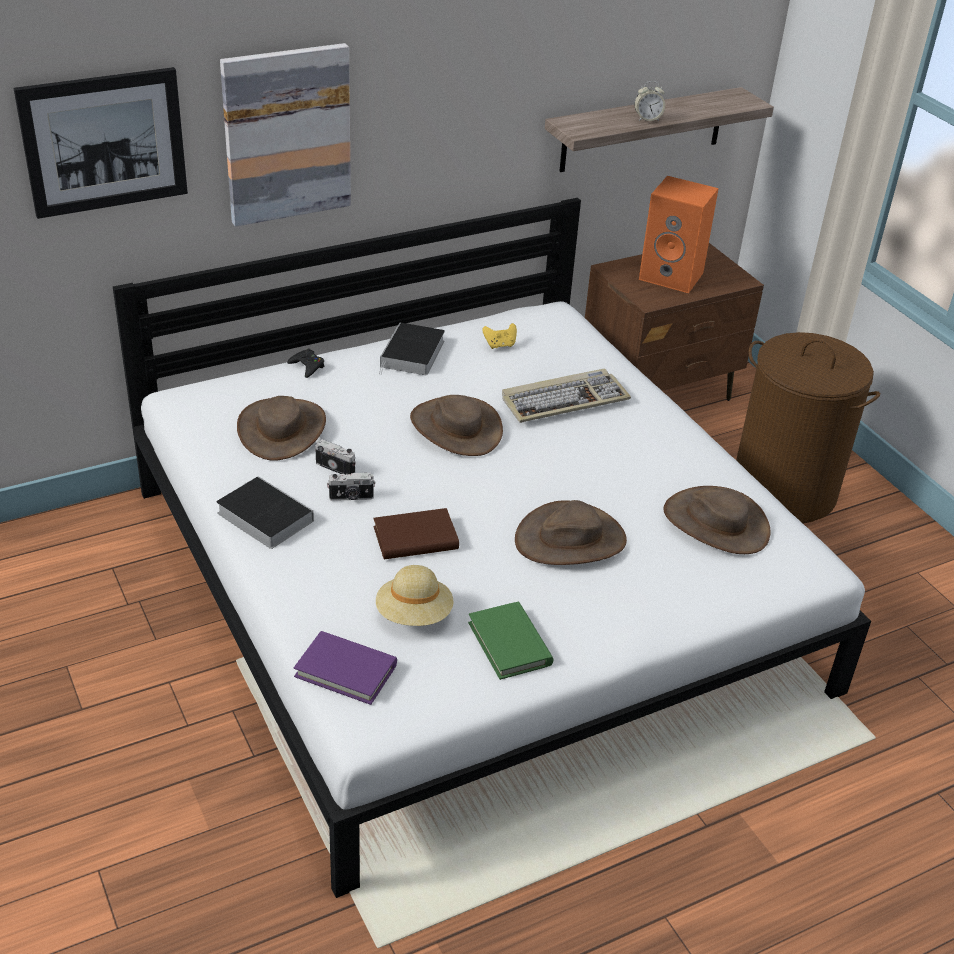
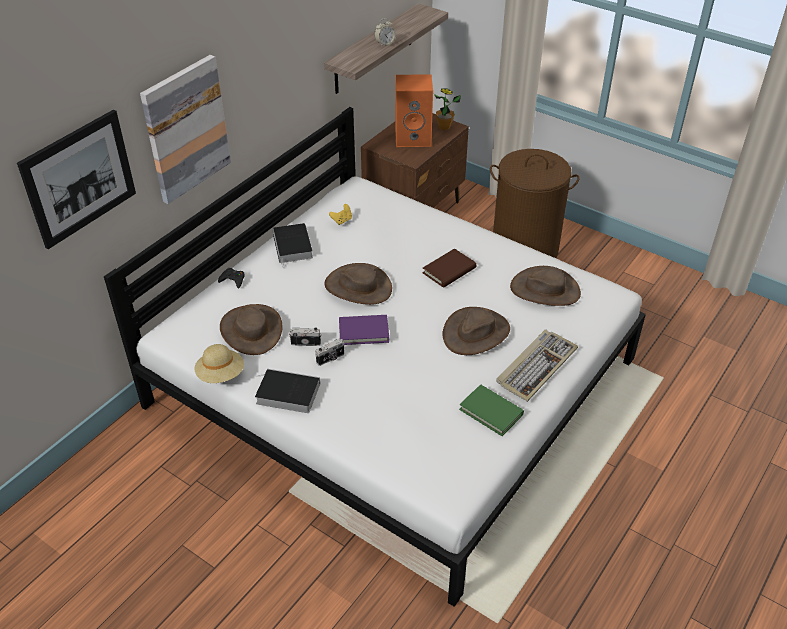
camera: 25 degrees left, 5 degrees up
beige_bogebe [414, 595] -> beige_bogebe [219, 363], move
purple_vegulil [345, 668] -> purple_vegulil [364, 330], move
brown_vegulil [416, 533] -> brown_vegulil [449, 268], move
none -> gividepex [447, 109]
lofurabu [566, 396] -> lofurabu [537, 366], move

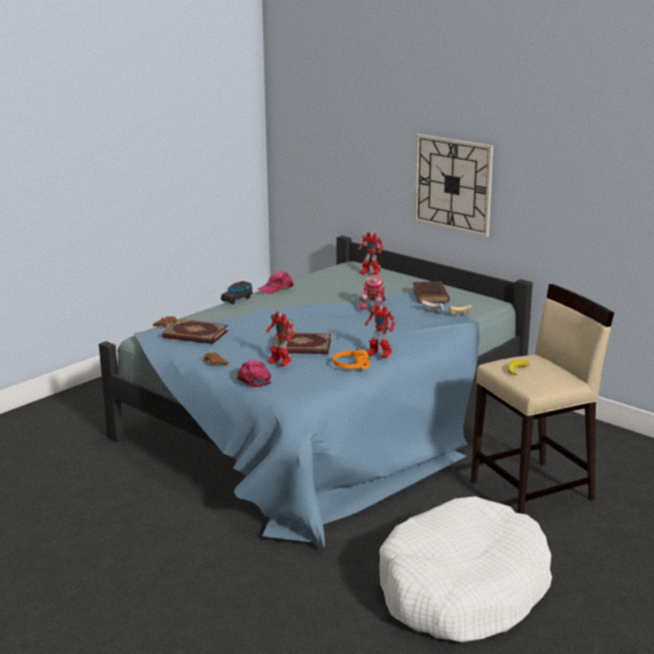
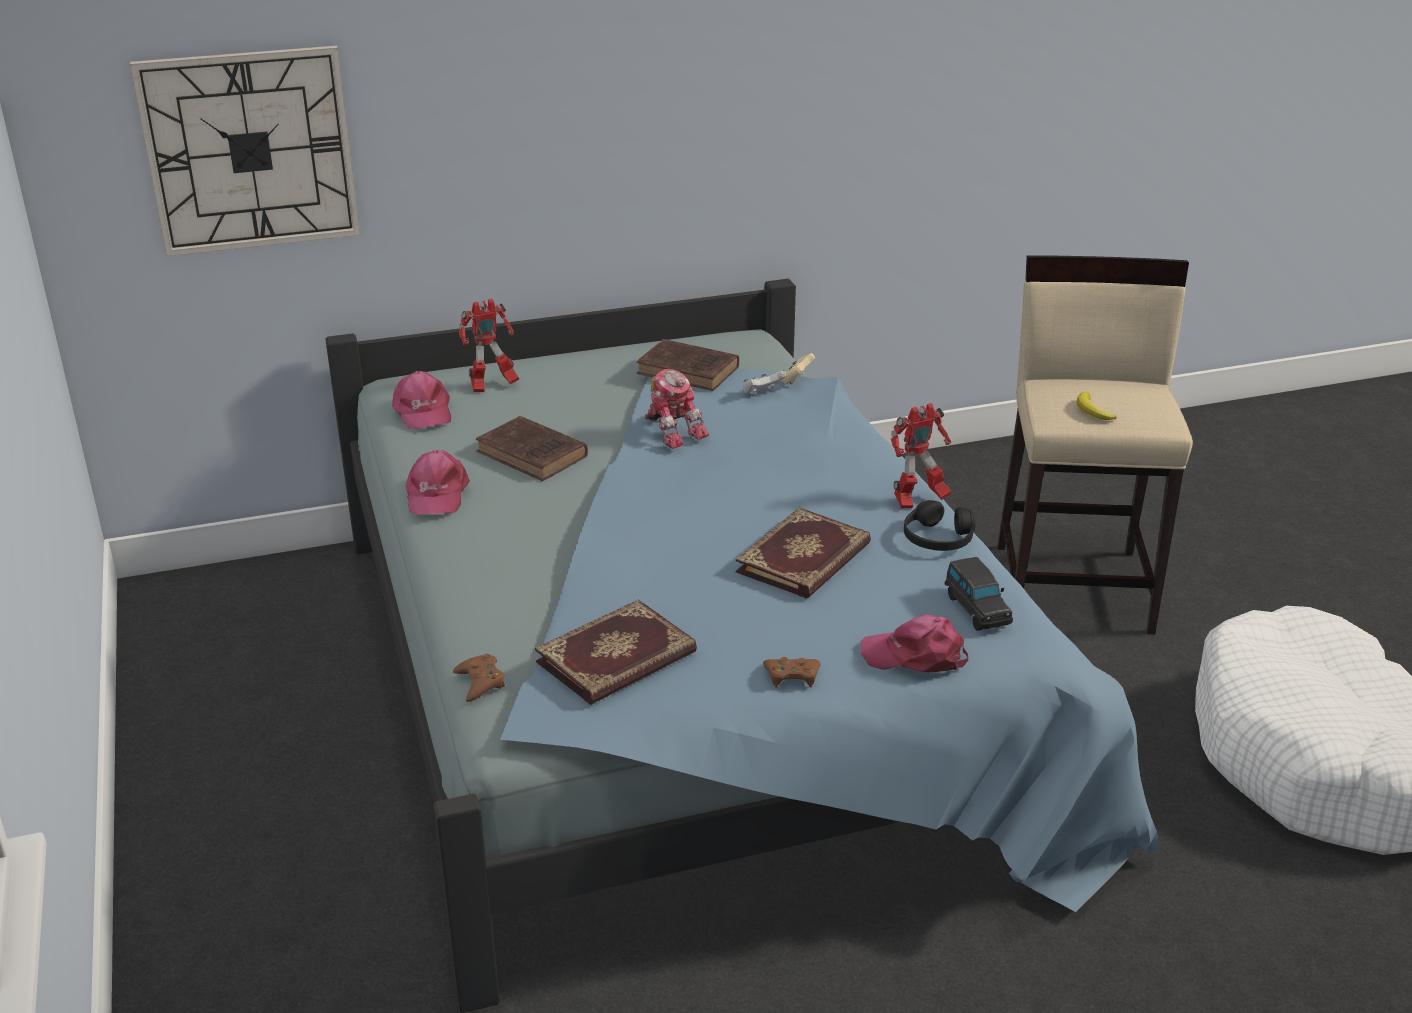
camera: 60 degrees left, 10 degrees up
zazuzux [453, 185] -> zazuzux [245, 151], move
none -> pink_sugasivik [421, 400]
none -> brown_vegulil [532, 448]
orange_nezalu [351, 359] -> black_nezalu [940, 525]
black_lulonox [237, 292] -> black_lulonox [979, 594], move
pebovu [280, 339] -> none

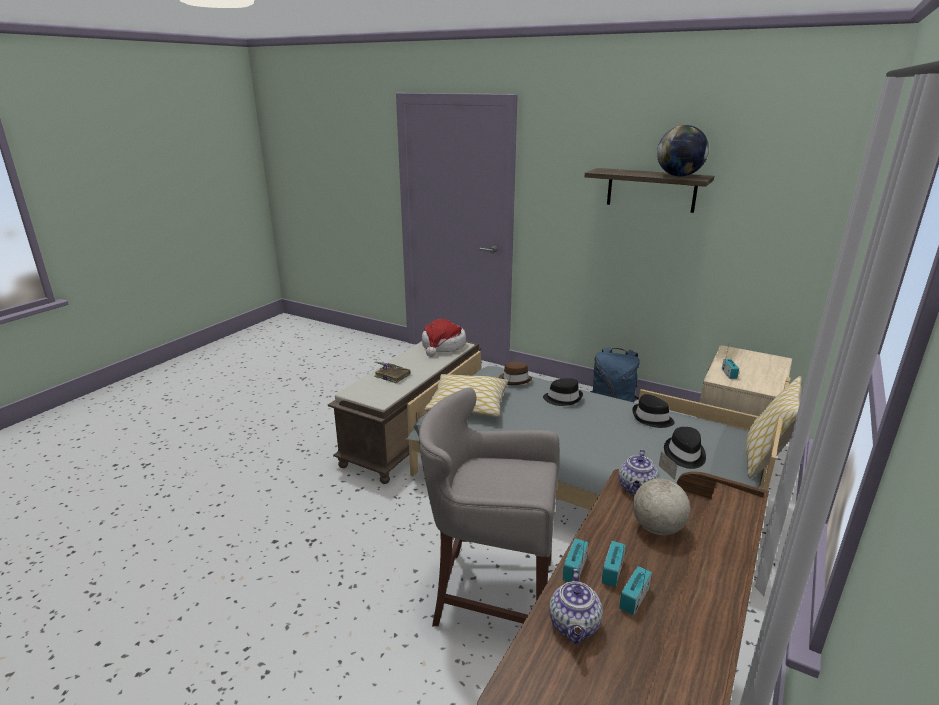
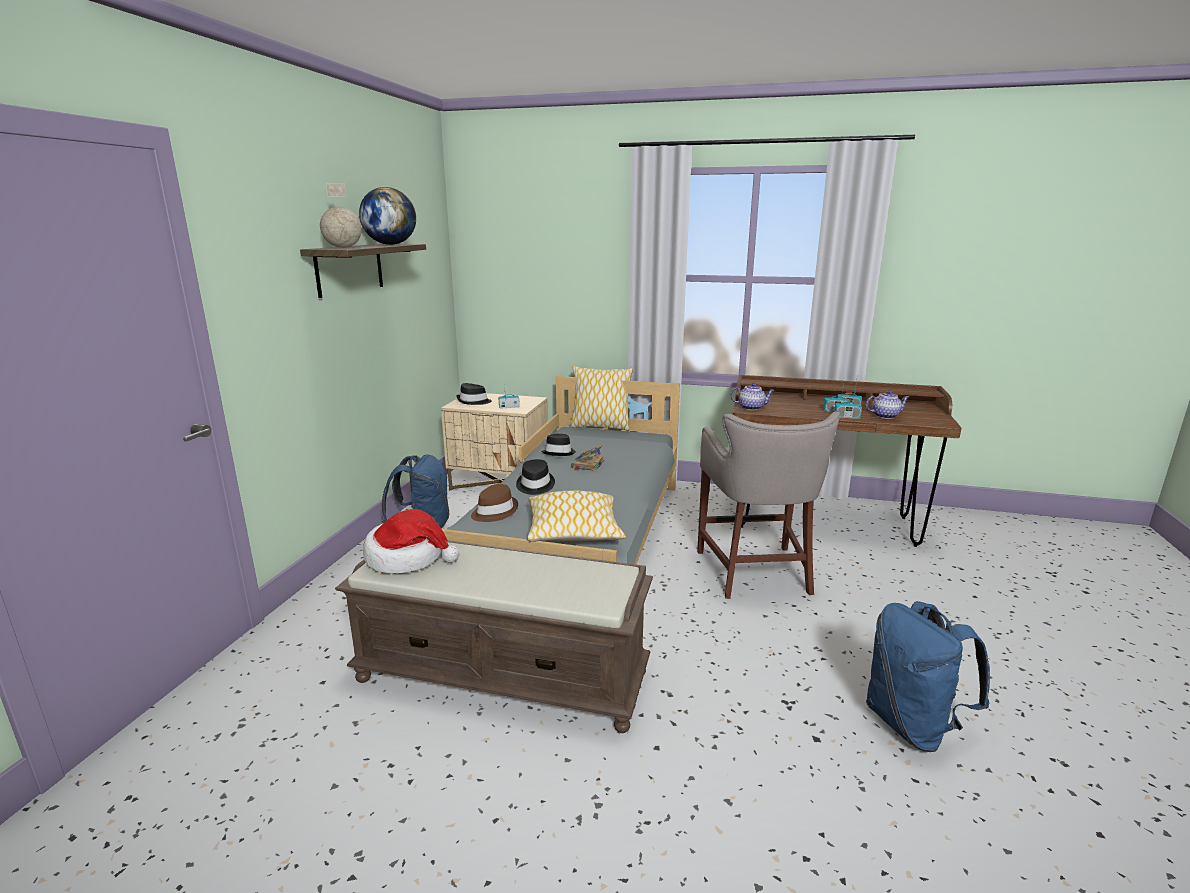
camera: 105 degrees left, 5 degrees down
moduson [661, 493] -> moduson [341, 215], move
black_bogebe [685, 448] -> black_bogebe [474, 394], move
vegulil [392, 372] -> vegulil [588, 458], move
none -> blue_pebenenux [928, 676]

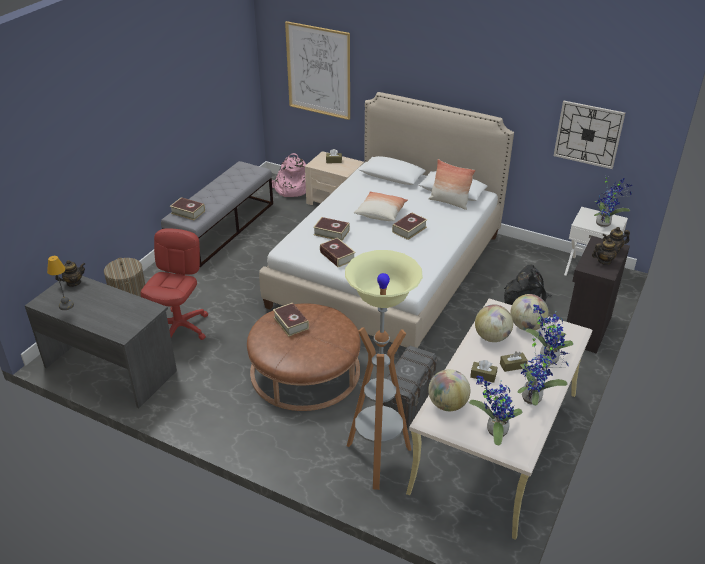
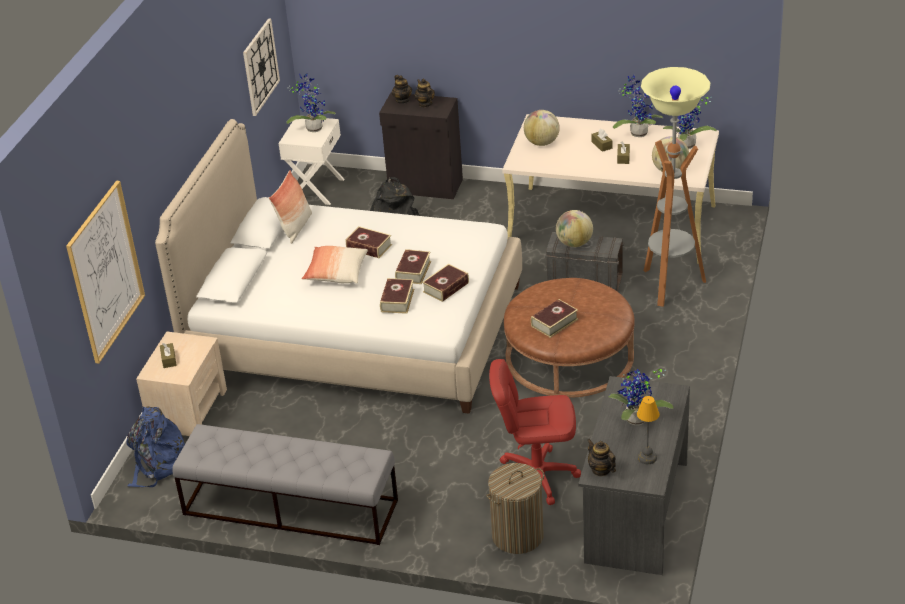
camera: 100 degrees left, 0 degrees up
pink_pebenenux [289, 175] -> blue_pebenenux [155, 447]
vegulil [187, 208] -> vegulil [413, 266], move
moduson [494, 323] -> moduson [574, 228], move
gividepex [549, 335] -> gividepex [640, 397], move

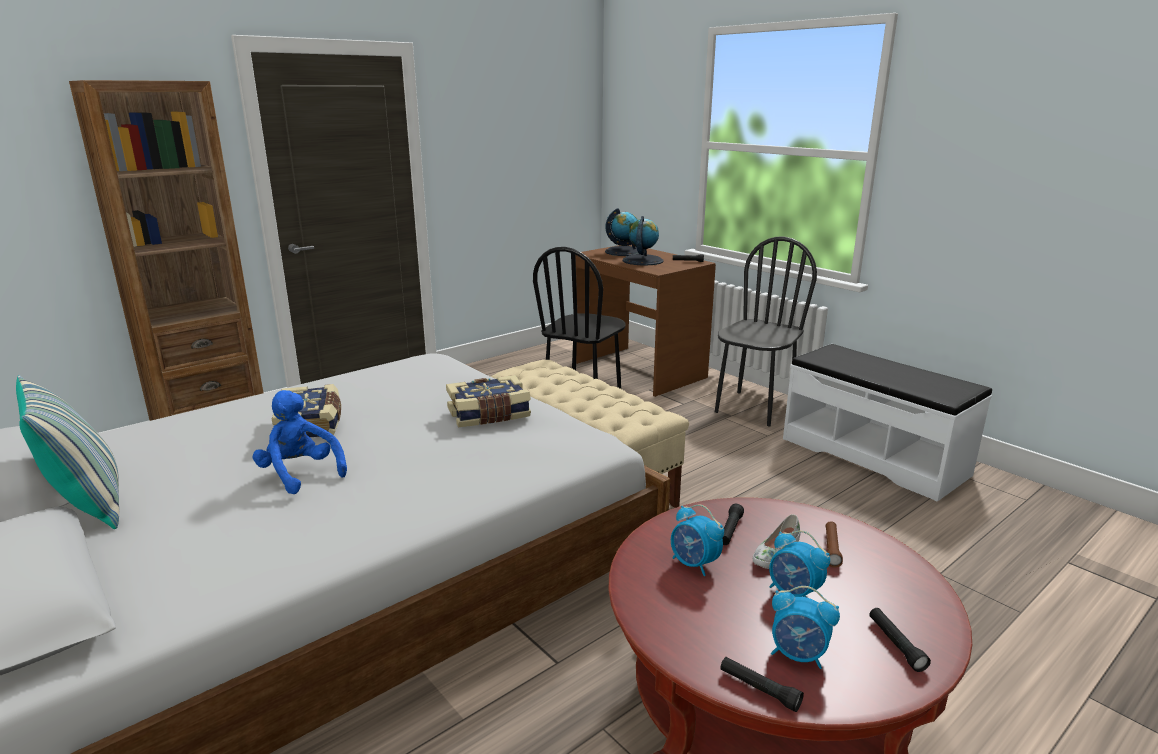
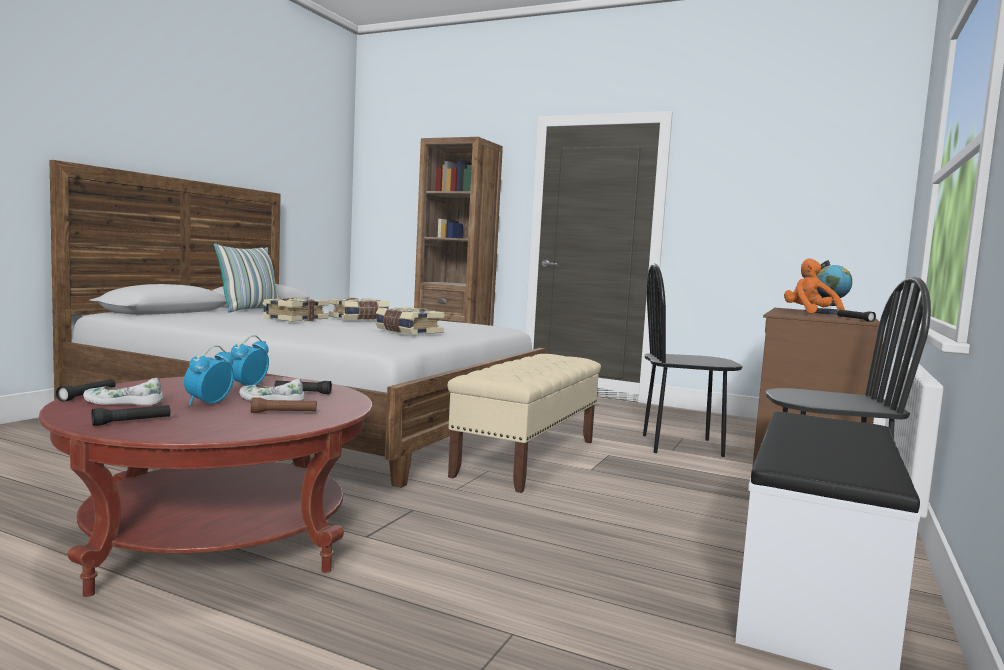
camera: 65 degrees right, 15 degrees down
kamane [805, 627] -> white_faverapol [123, 392]
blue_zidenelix [300, 442] -> vegulil [295, 309]
moduson [643, 241] -> orange_zidenelix [814, 288]

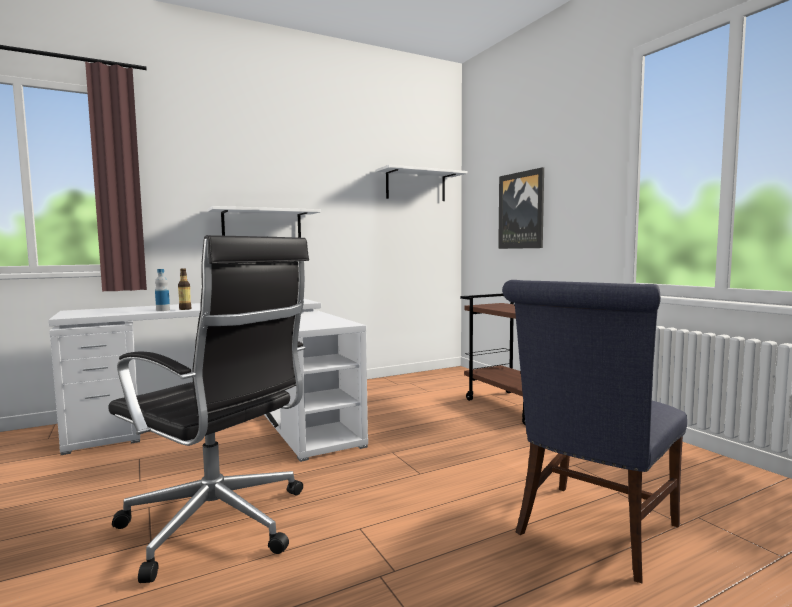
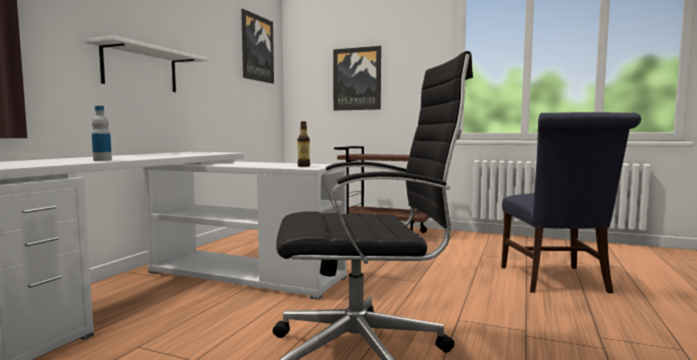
camera: 40 degrees left, 0 degrees up
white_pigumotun [422, 183] -> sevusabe [257, 46]
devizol [185, 289] -> devizol [304, 144], move

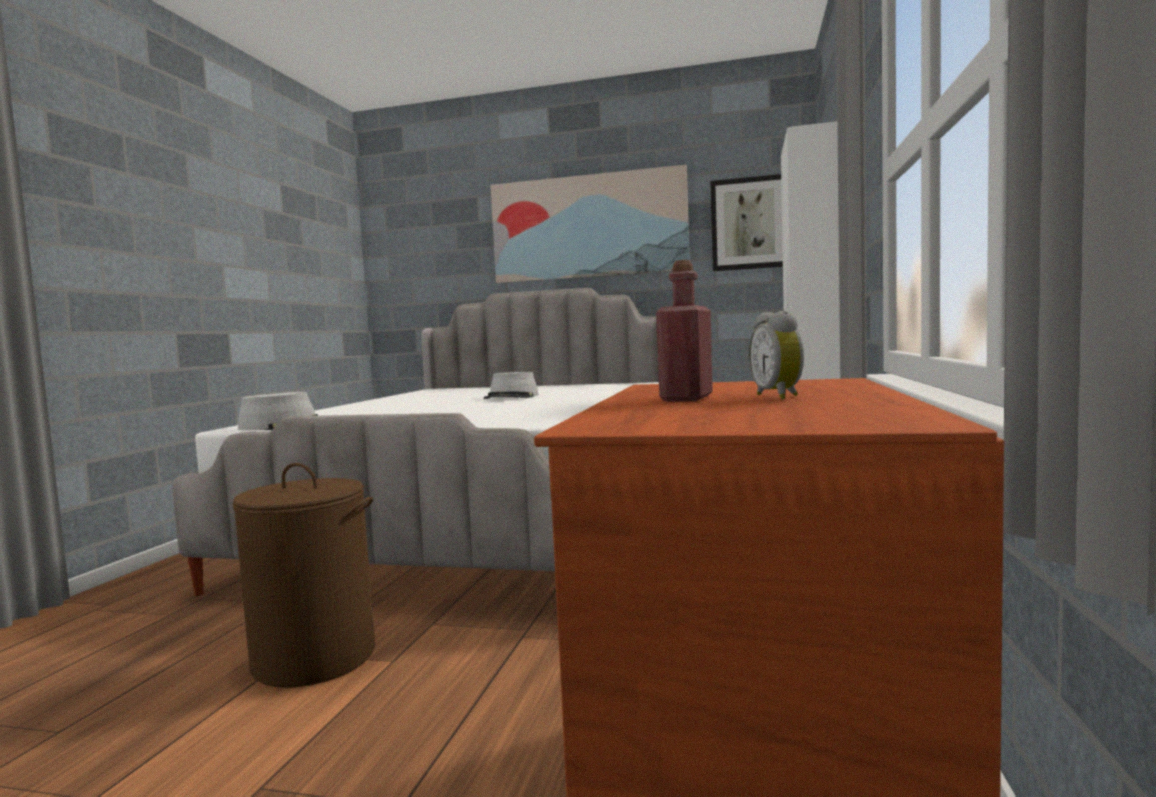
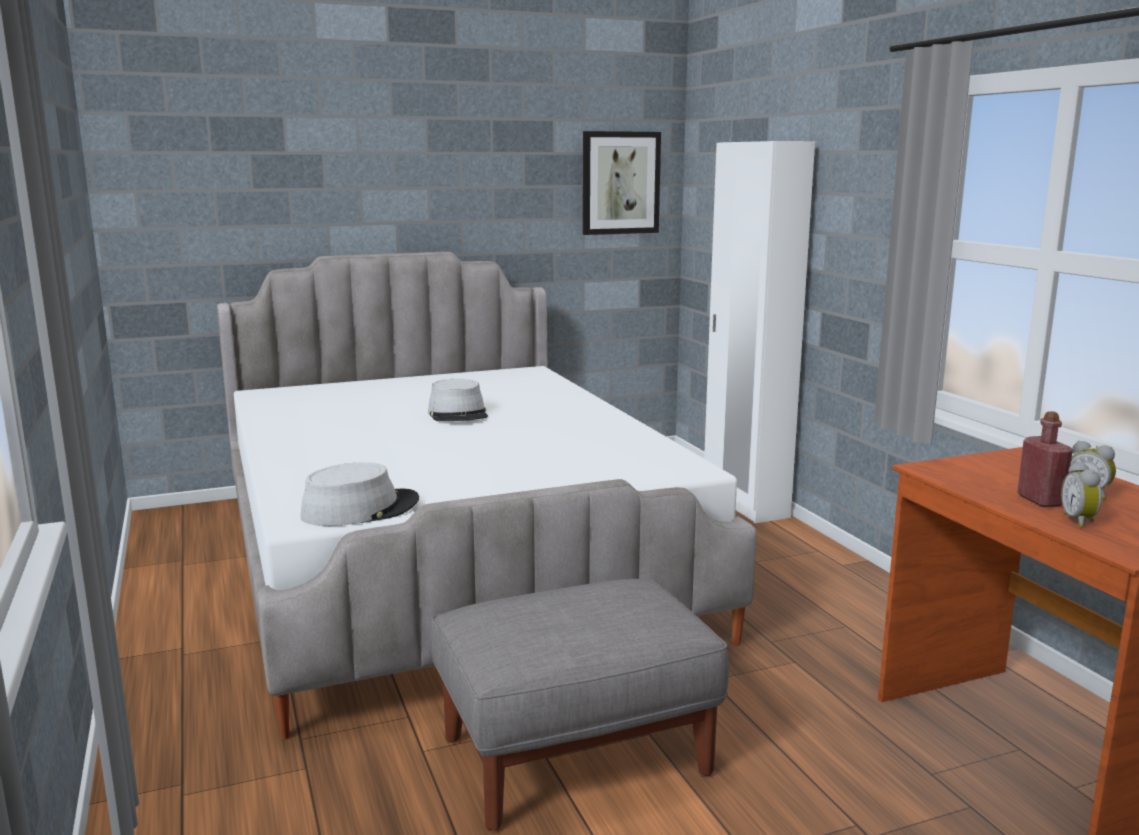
camera: 35 degrees left, 10 degrees up
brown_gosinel [304, 575] -> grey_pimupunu [579, 705]
none -> kamane [1081, 495]
sevusabe [590, 224] -> none

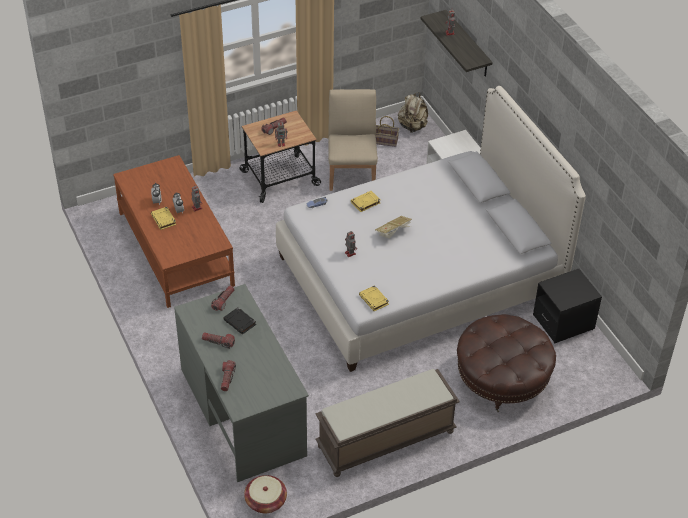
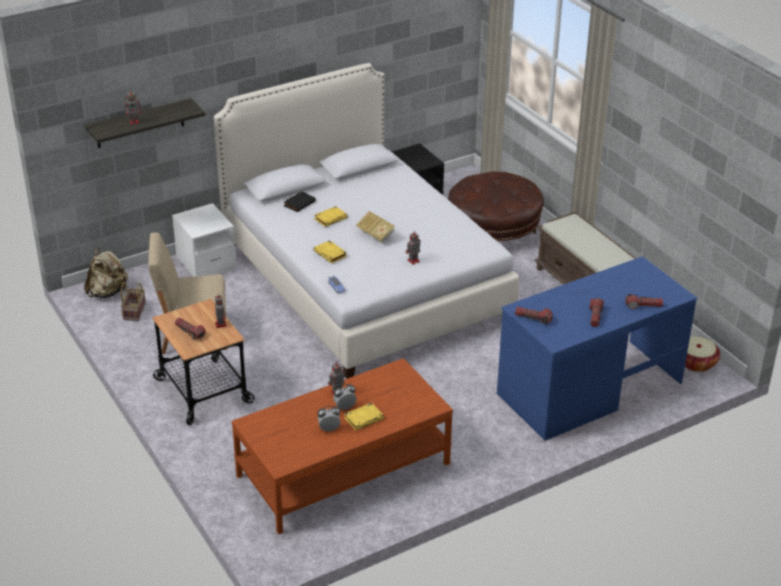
camera: 95 degrees left, 10 degrees down
black_vegulil [239, 320] -> black_vegulil [300, 201], move
yellow_vegulil [374, 298] -> yellow_vegulil [331, 216], move
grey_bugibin [241, 383] -> blue_bugibin [597, 348]

